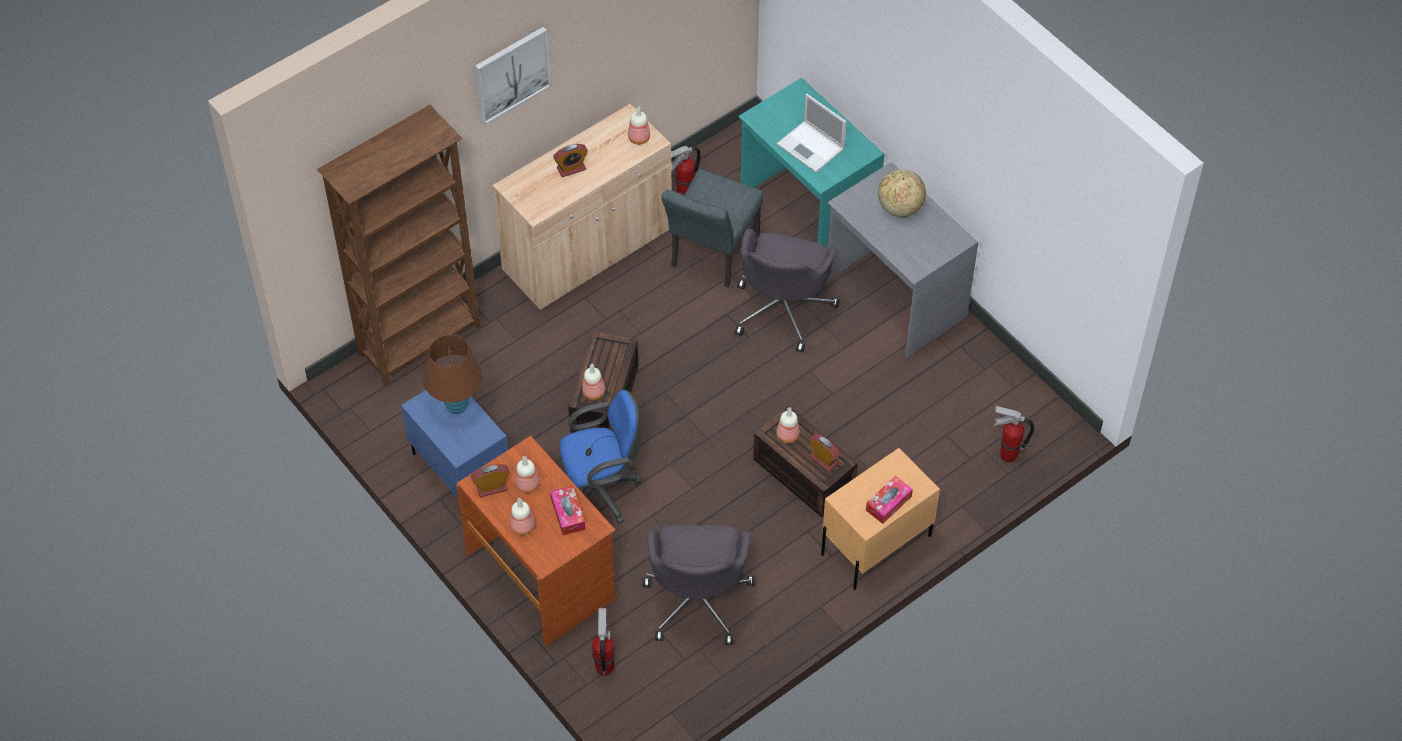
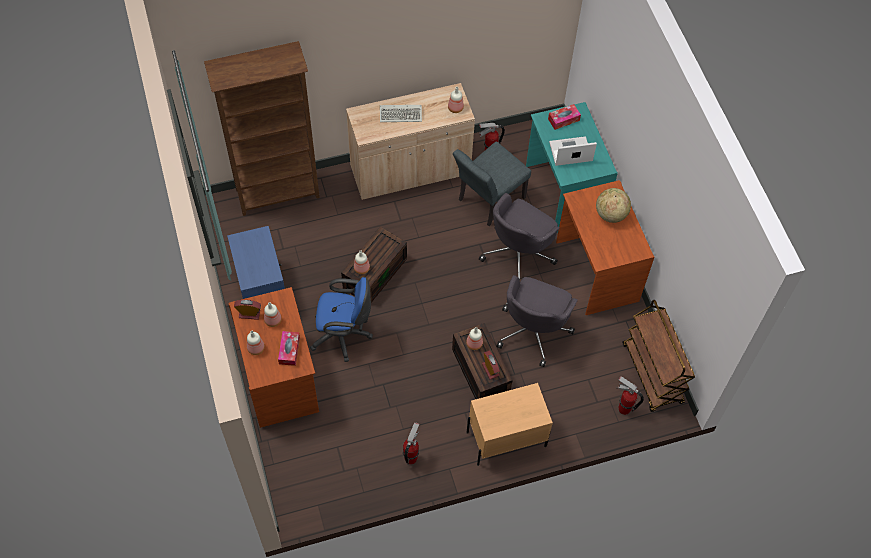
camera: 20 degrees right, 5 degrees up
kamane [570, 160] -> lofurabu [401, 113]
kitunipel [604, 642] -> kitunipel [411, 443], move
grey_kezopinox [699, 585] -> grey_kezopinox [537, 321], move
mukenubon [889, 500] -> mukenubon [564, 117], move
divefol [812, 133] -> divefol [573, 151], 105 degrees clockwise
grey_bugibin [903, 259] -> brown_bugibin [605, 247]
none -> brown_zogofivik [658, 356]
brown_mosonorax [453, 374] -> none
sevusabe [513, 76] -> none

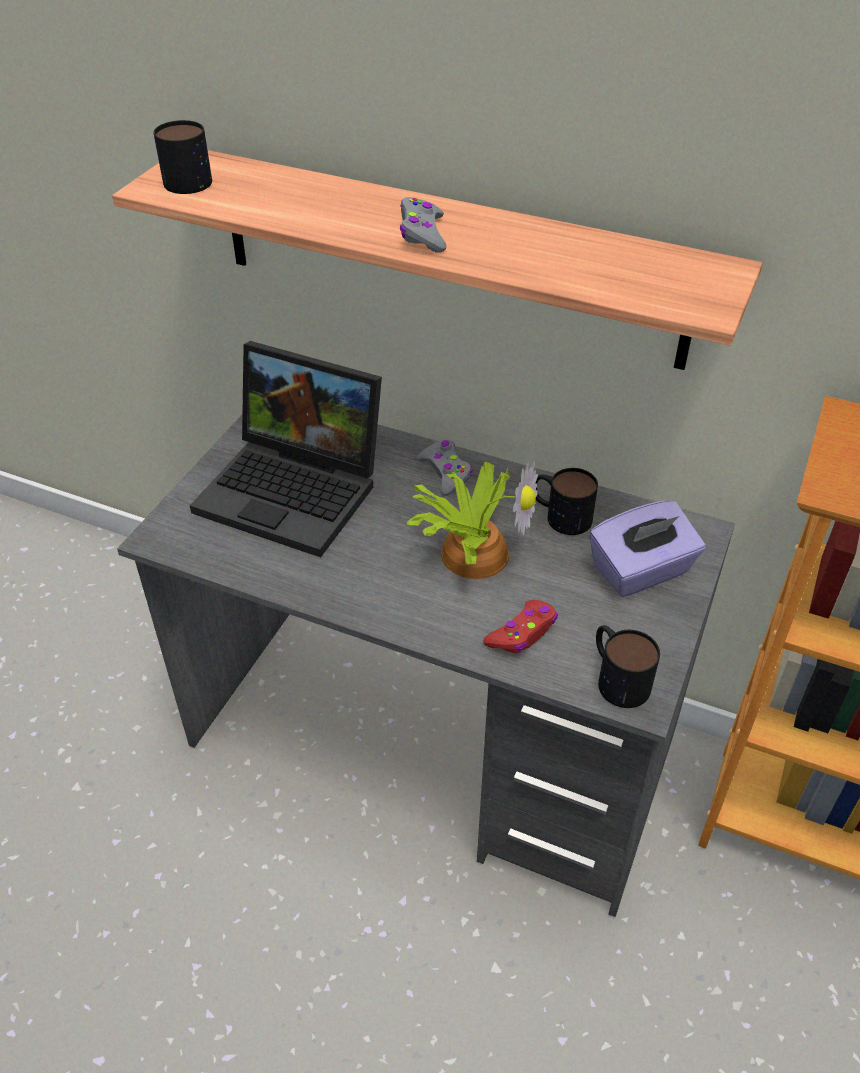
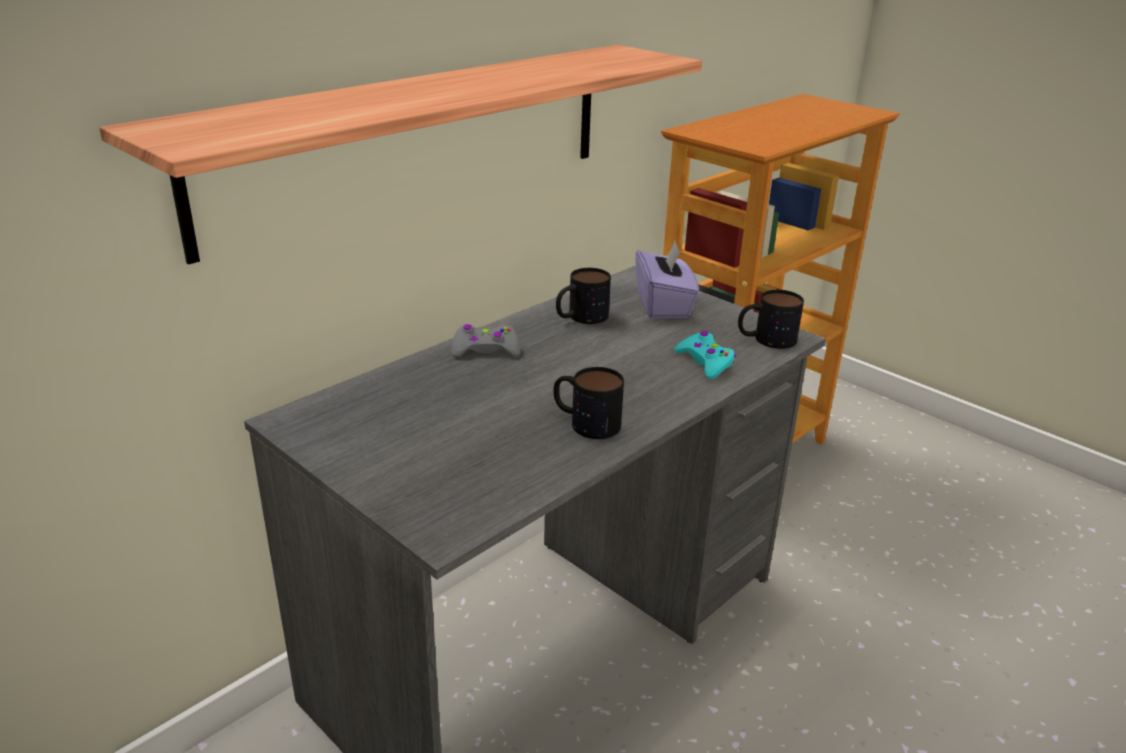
camera: 70 degrees left, 15 degrees down
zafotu [183, 157] -> zafotu [588, 403], move
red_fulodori [520, 626] -> turquoise_fulodori [705, 355]
divefol [286, 449] -> none
grey_fulodori [423, 225] -> none
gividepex [472, 520] -> none

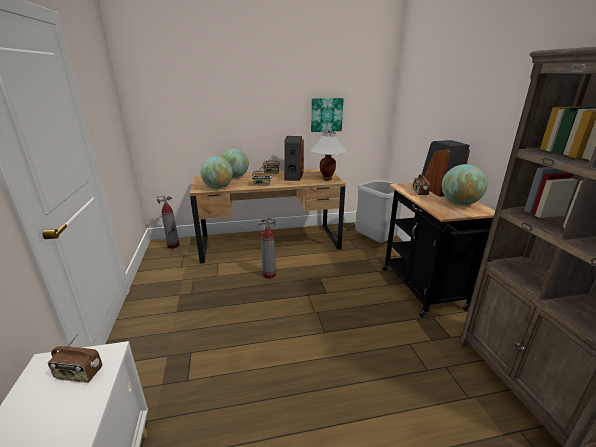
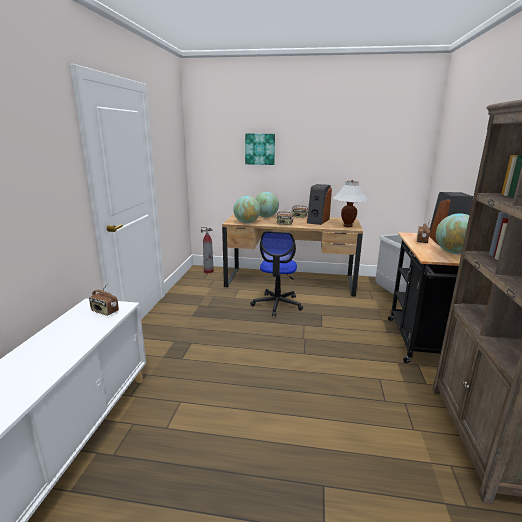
camera: 20 degrees right, 5 degrees down
sevusabe [327, 115] -> sevusabe [260, 149], move
kitunipel [267, 248] -> kezopinox [276, 273]

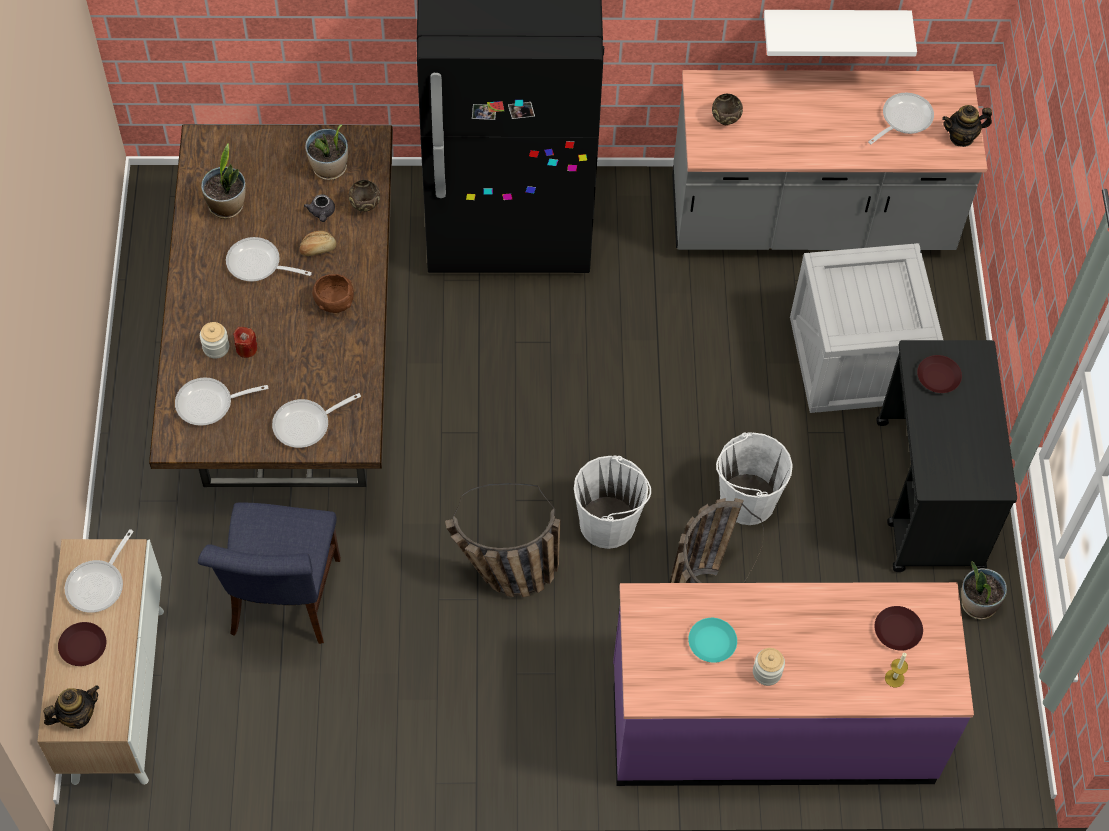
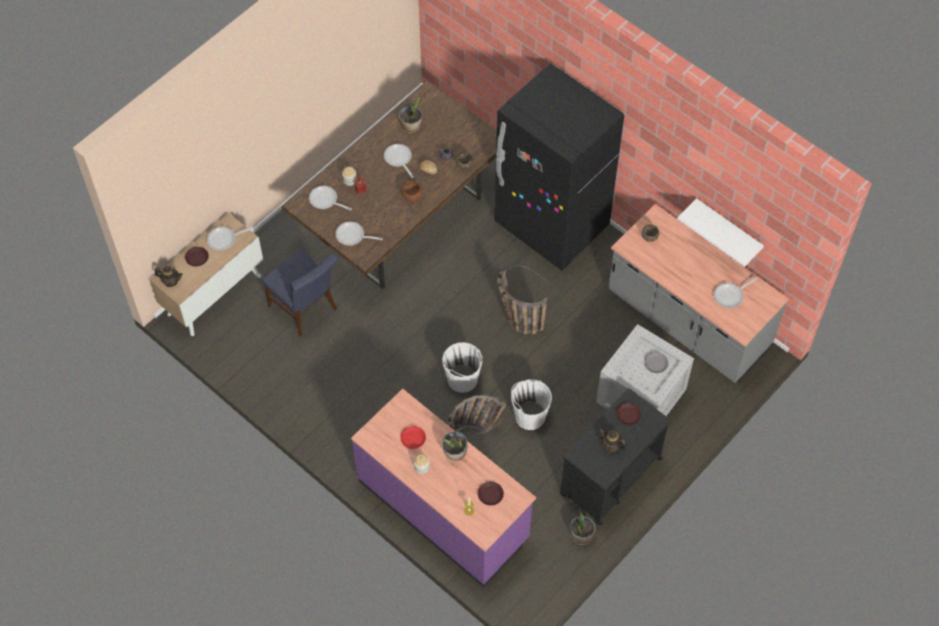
camera: 45 degrees right, 0 degrees up
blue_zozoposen [269, 573] -> blue_zozoposen [300, 293], 90 degrees counterclockwise
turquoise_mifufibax [712, 640] -> red_mifufibax [413, 437]
gividepex [326, 152] -> gividepex [454, 446], move
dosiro [503, 540] -> dosiro [523, 299], move
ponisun [967, 126] -> ponisun [612, 440], move
none -> grey_mifufibax [656, 362]
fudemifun [901, 118] -> fudemifun [736, 292], 150 degrees clockwise

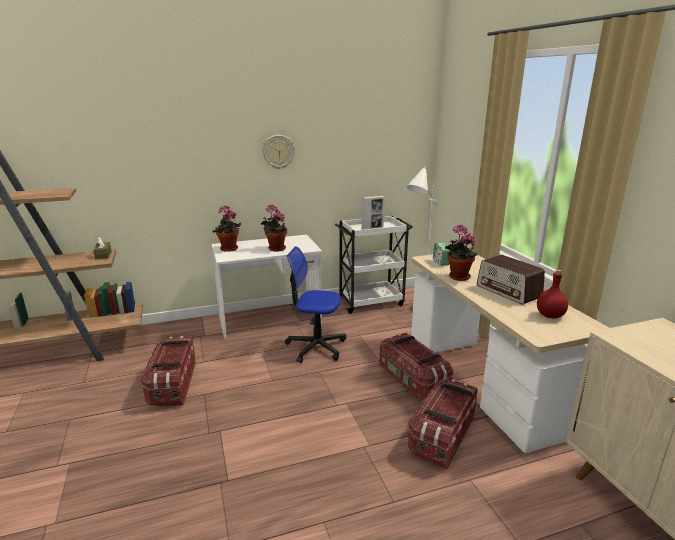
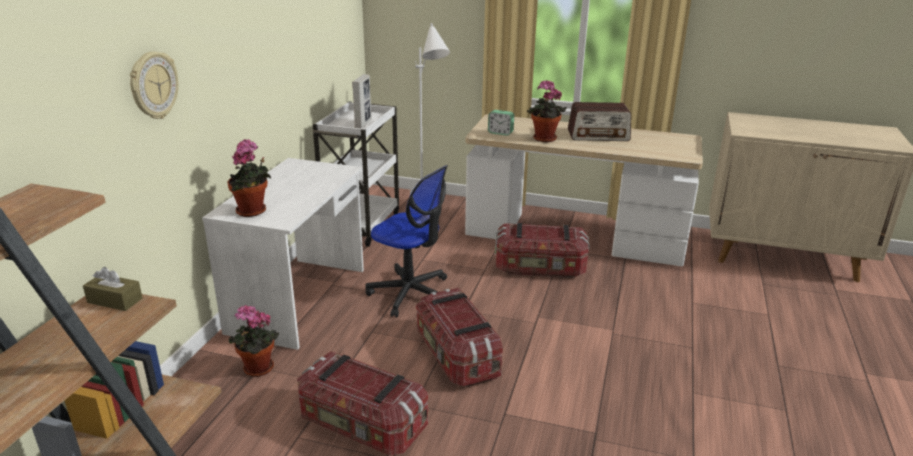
camera: 55 degrees left, 5 degrees up
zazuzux [278, 152] -> zazuzux [154, 85], move
gividepex [273, 228] -> gividepex [254, 341], move
kezopinox [315, 304] -> kezopinox [406, 241], 105 degrees counterclockwise
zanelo [443, 424] -> zanelo [459, 337], move
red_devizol [552, 294] -> none

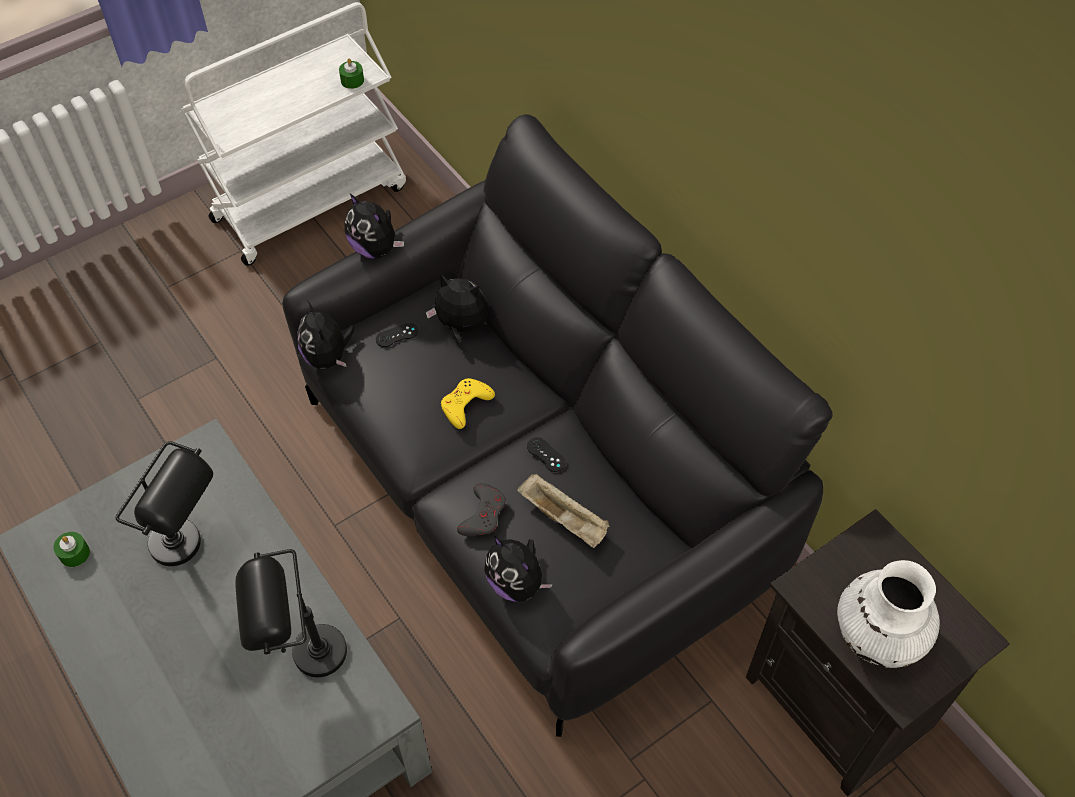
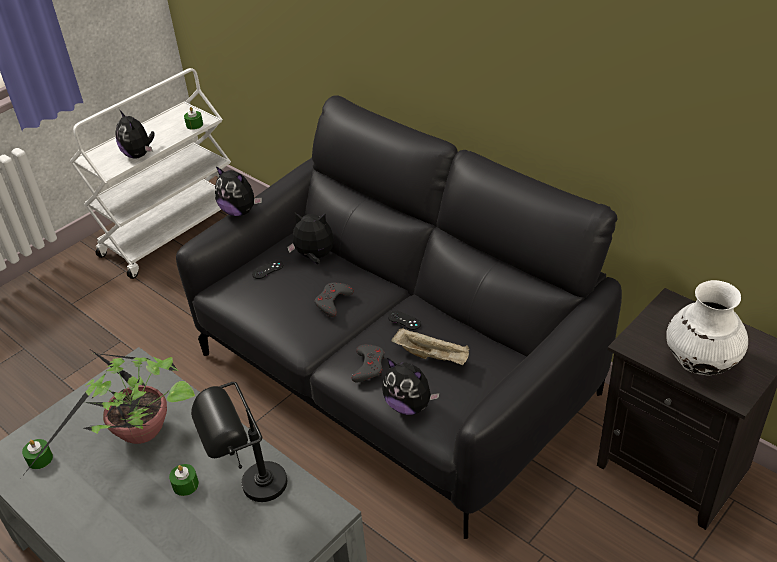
camera: 10 degrees left, 15 degrees down
black_mosonorax [164, 503] -> gividepex [108, 413]
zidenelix [326, 335] -> zidenelix [135, 134], move
none -> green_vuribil [184, 480]
yellow_fulodori [468, 403] -> grey_fulodori [334, 300]

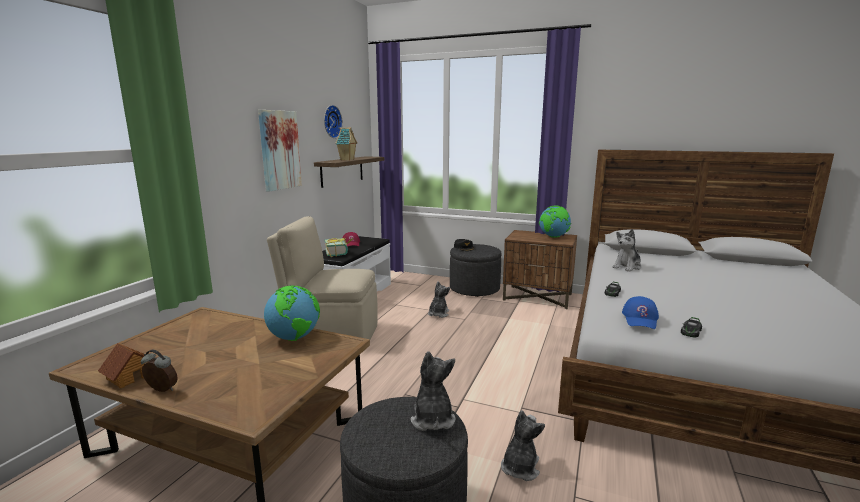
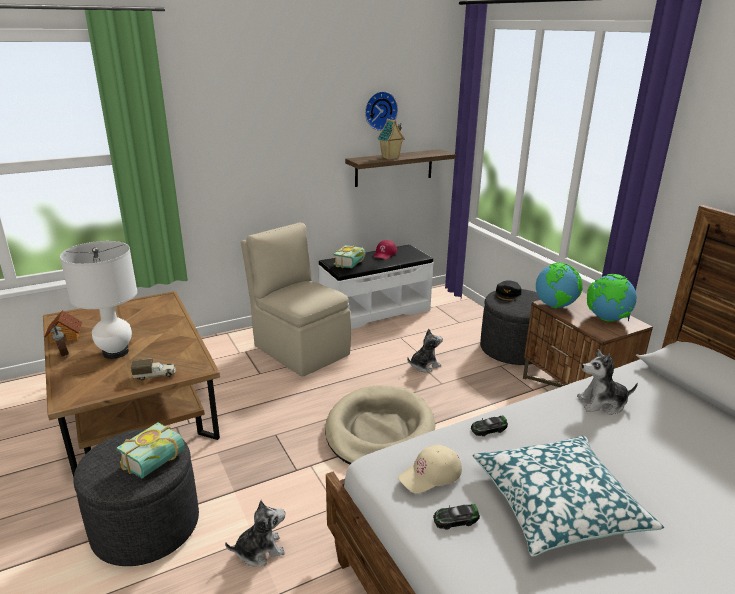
camera: 40 degrees right, 10 degrees up
none -> white_mosonorax [98, 300]
zidenelix [433, 391] -> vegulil [151, 450]
none -> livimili [153, 369]
none -> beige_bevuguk [380, 425]
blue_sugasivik [640, 312] -> beige_sugasivik [430, 469]
none -> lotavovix [568, 496]
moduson [292, 313] -> moduson [559, 286], move
sevusabe [280, 151] -> none

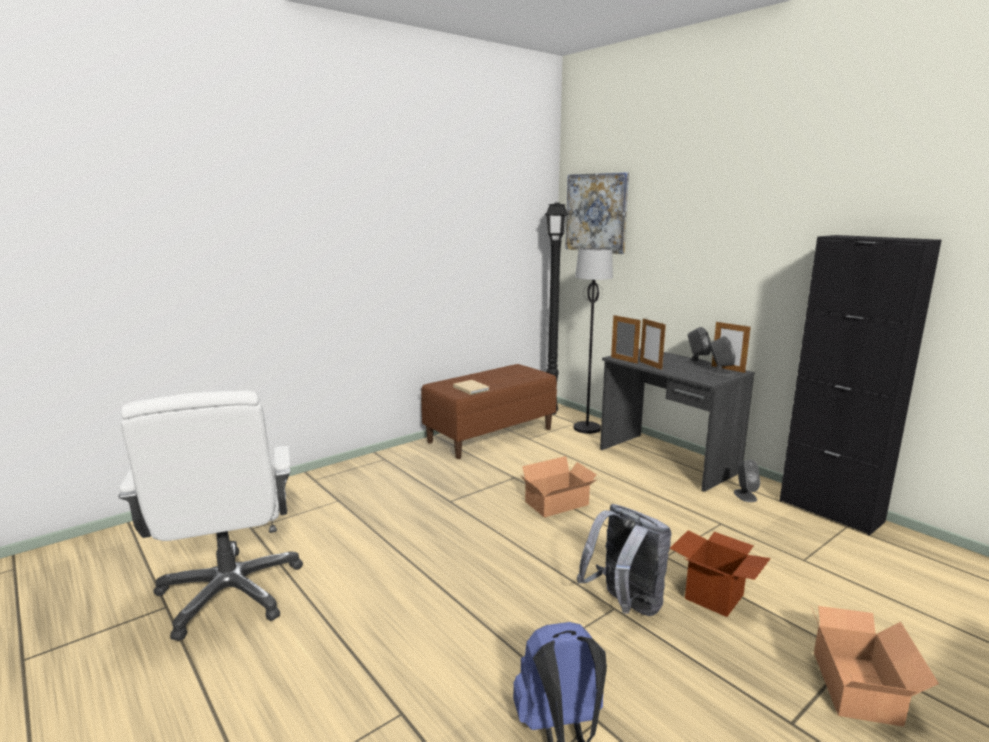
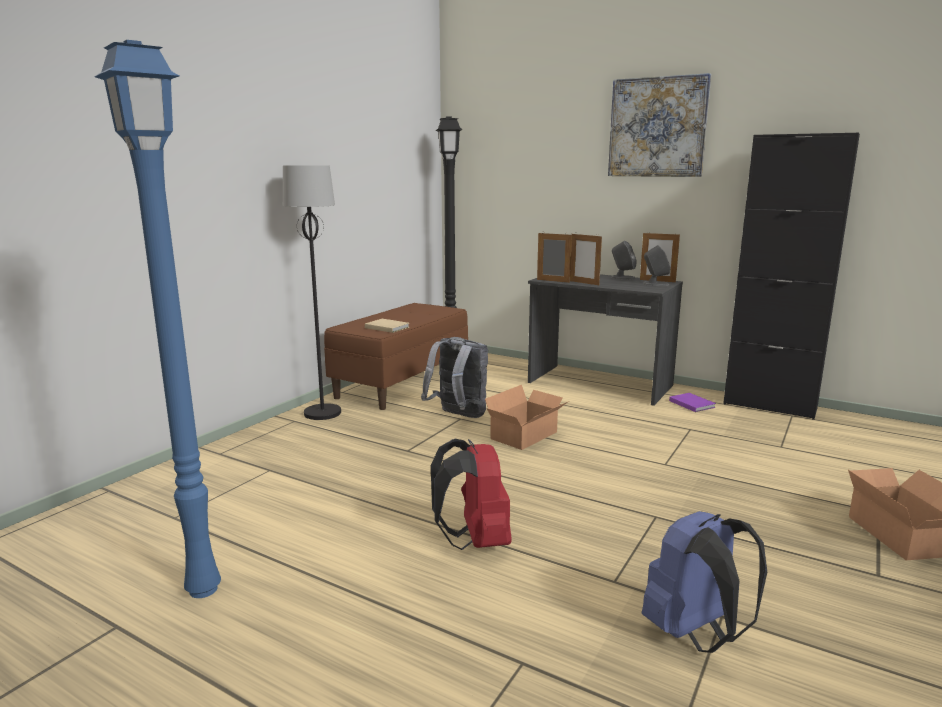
camera: 20 degrees left, 0 degrees up
white_kezopinox [211, 515] -> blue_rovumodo [157, 319]
black_rovumodo [593, 341] -> black_rovumodo [312, 292], move
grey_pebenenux [624, 560] -> grey_pebenenux [454, 377], move
none -> red_pebenenux [471, 494]
sevusabe [597, 213] -> sevusabe [659, 125], move
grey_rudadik [747, 481] -> purple_vegulil [692, 402]
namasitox [720, 573] -> none

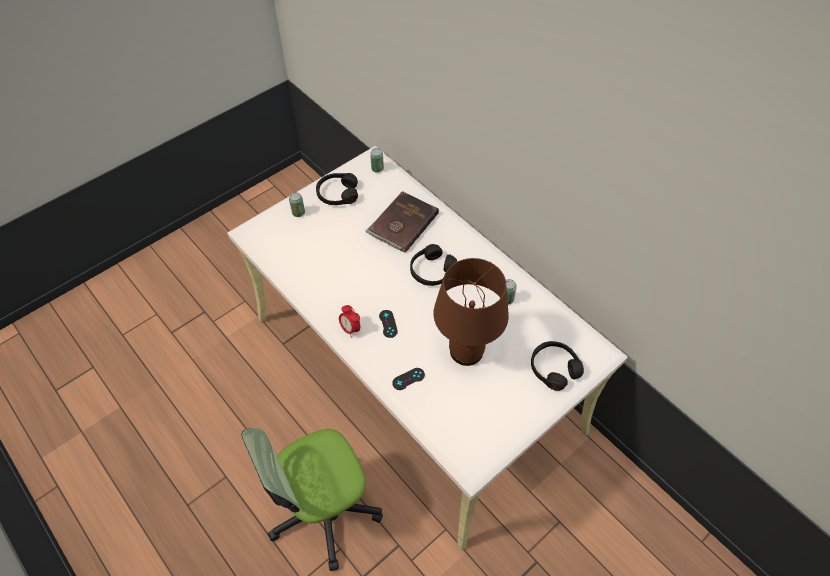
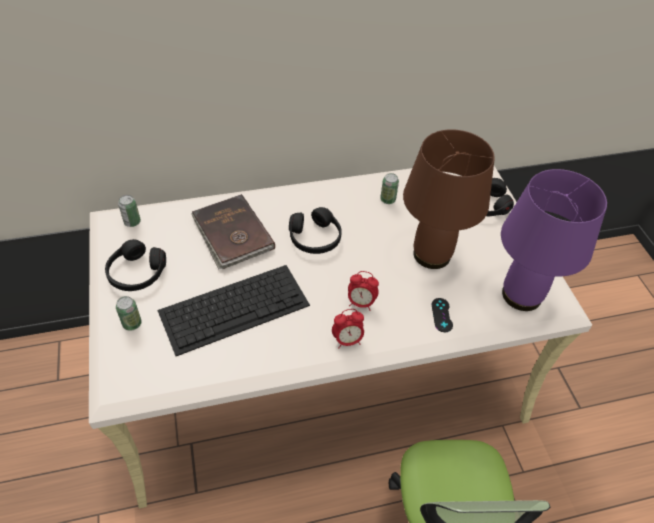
camera: 65 degrees left, 5 degrees down
none -> lofurabu [234, 310]
black_fulodori [388, 324] -> kamane [363, 291]
none -> purple_mosonorax [554, 240]

